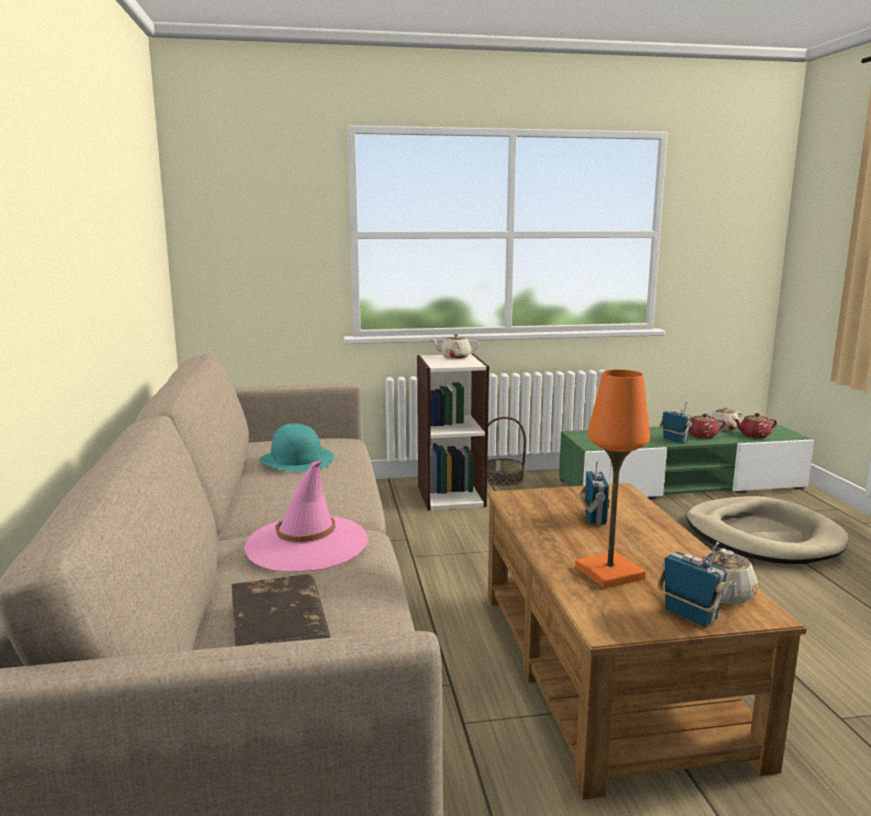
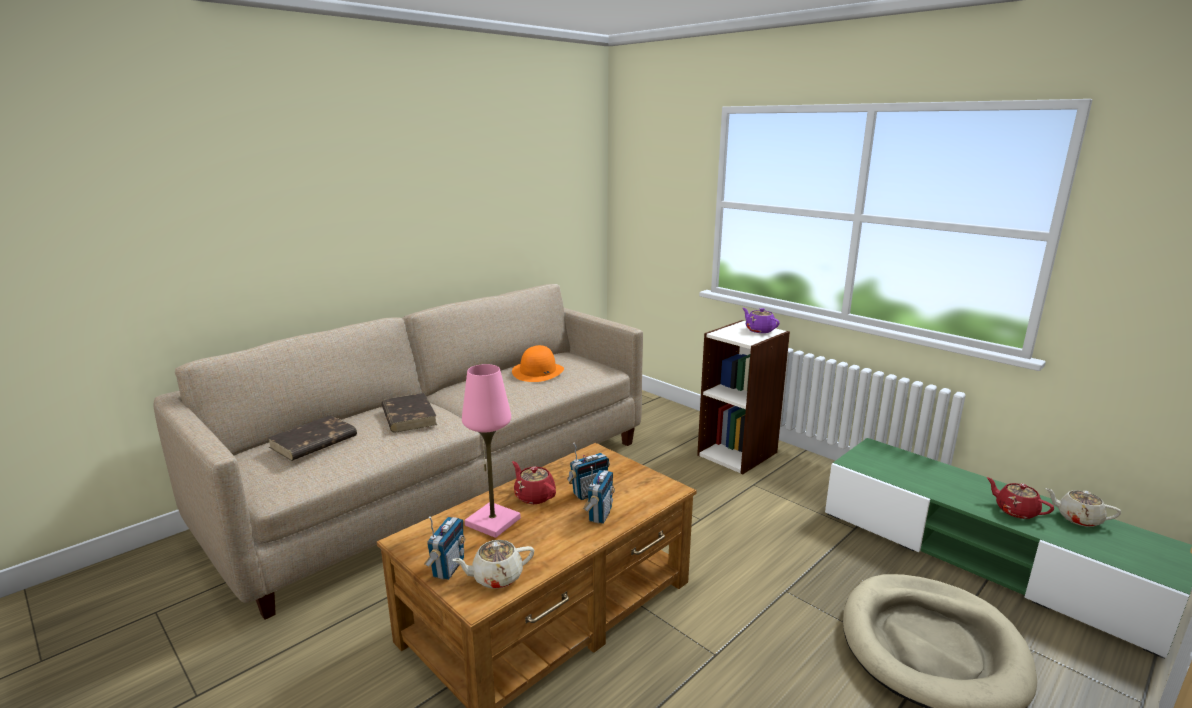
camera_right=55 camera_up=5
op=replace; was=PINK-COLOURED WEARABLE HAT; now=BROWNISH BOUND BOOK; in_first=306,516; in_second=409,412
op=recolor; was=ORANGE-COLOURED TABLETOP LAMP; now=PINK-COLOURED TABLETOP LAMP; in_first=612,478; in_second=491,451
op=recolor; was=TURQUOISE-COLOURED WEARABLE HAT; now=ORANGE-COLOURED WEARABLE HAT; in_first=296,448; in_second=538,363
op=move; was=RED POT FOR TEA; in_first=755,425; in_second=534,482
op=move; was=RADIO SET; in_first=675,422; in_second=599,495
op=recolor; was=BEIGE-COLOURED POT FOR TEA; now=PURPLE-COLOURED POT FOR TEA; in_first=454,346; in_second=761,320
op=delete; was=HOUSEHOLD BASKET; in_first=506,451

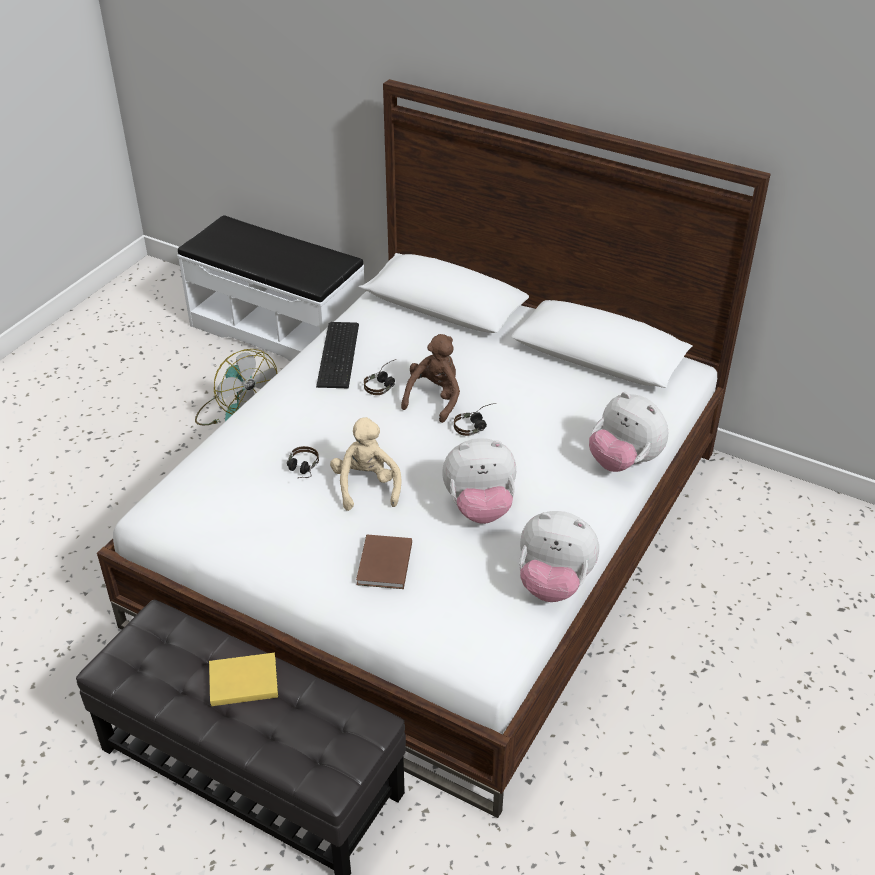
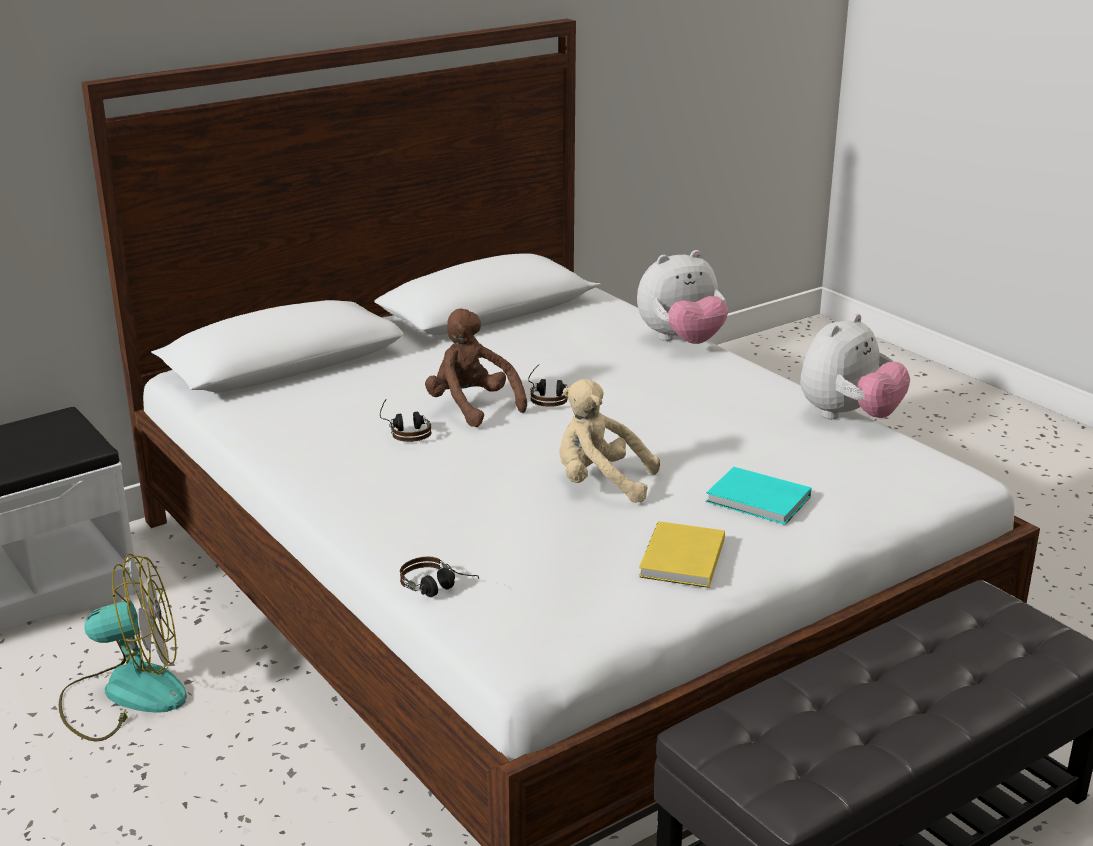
camera_right=-65 camera_up=-15
op=move; was=HEADSET; in_first=303,462; in_second=439,577
op=move; was=YELLOW-COLOURED BOUND BOOK; in_first=243,679; in_second=682,554
op=recolor; was=BROWNISH BOUND BOOK; now=TURQUOISE-COLOURED BOUND BOOK; in_first=384,561; in_second=758,496
op=delete; was=KEYBOARD; in_first=337,355
op=delete; was=CUDDLY TOY; in_first=479,481

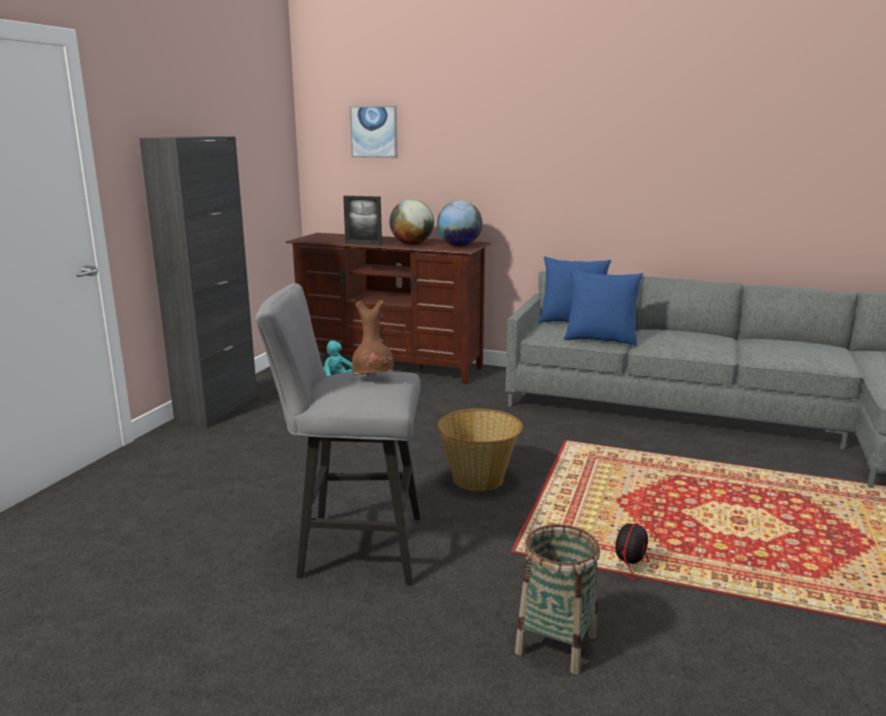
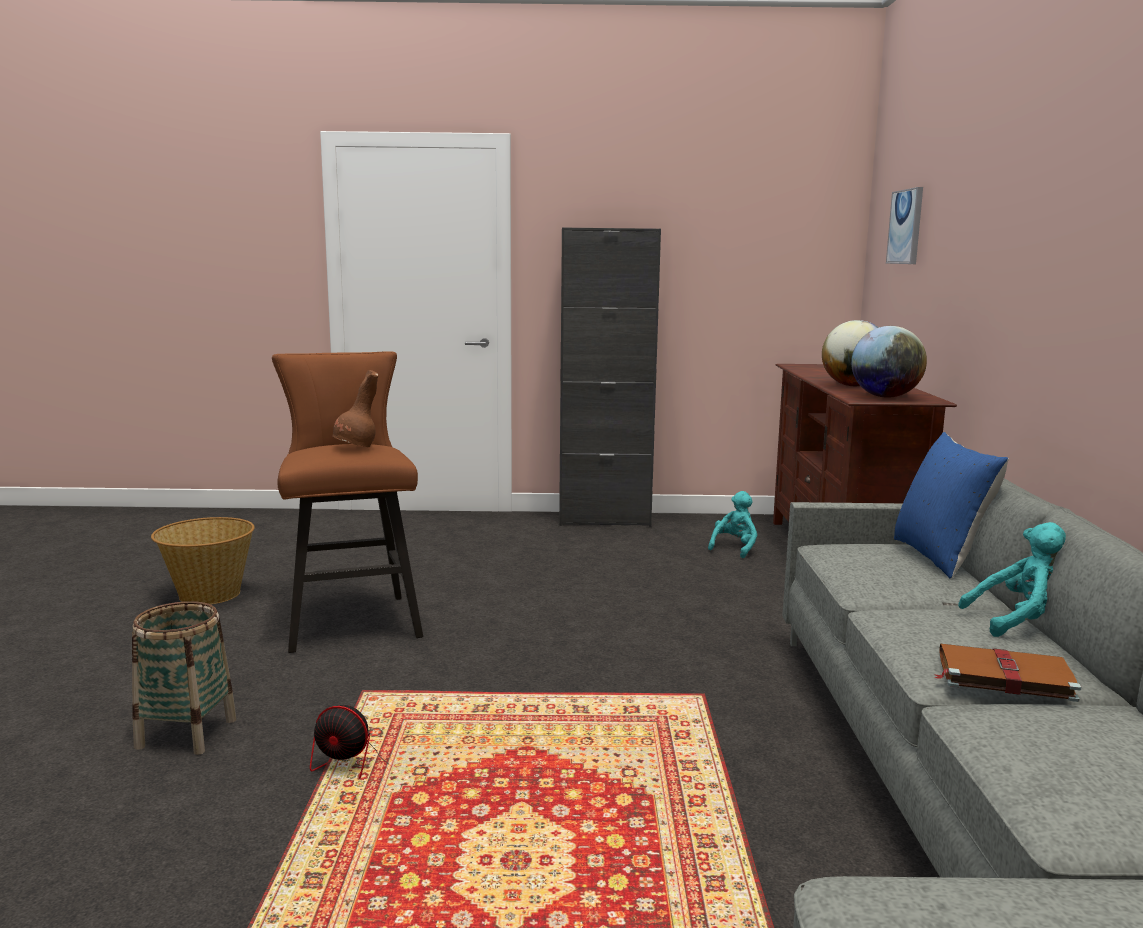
camera_right=70 camera_up=-5
op=move; was=HOUSEHOLD BASKET; in_first=480,450; in_second=203,560
op=recolor; was=GRAY SITTING STOOL; now=BROWNISH SITTING STOOL; in_first=338,434; in_second=347,502
op=insert; now=BROWNISH BOUND BOOK; in_second=1007,673
op=insert; now=TURQUOISE-COLOURED CUDDLY TOY; in_second=1012,579
op=delete; was=PICTURE FRAME; in_first=362,220
op=delete; was=BLUISH THROW PILLOW; in_first=603,307

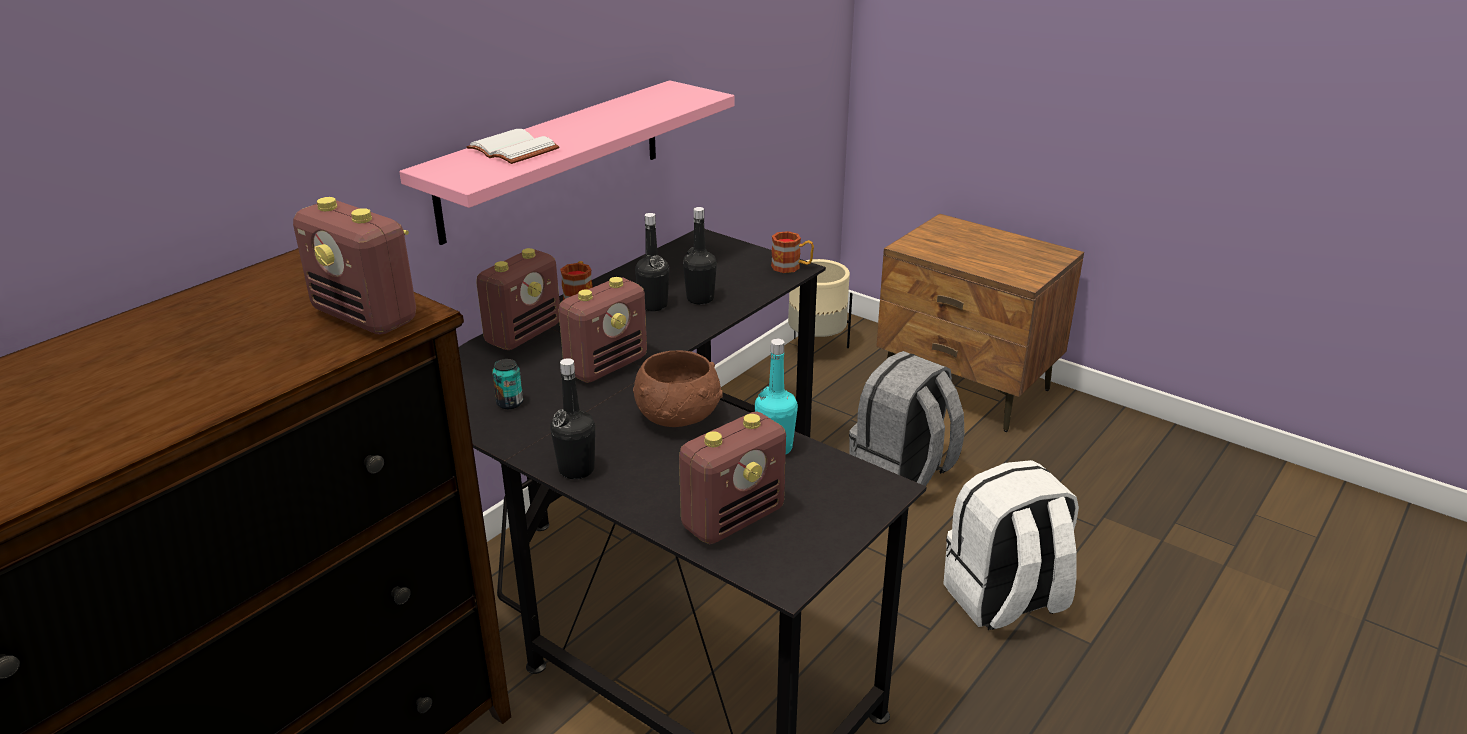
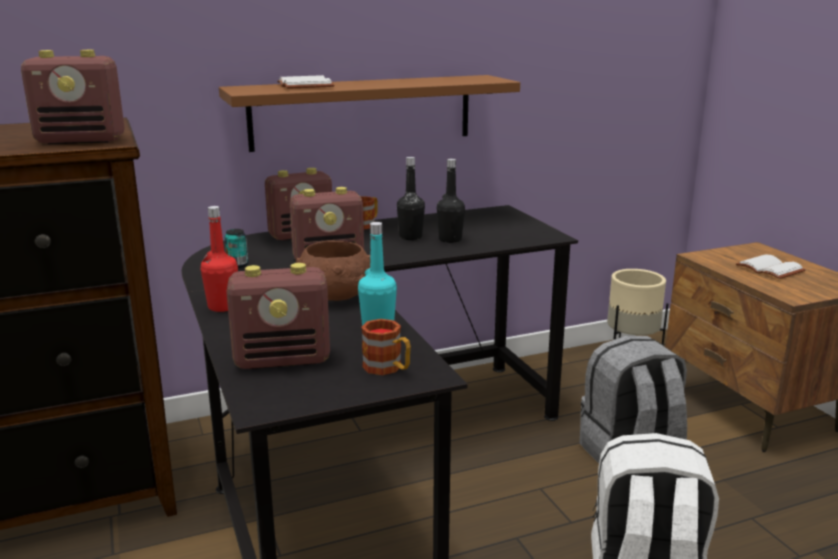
camera_right=30 camera_up=-10
op=rotate; was=RADIO SET; in_first=354,266; in_second=73,97; clockwise=-75
op=recolor; was=BLACK BEVERAGE BOTTLE; now=RED BEVERAGE BOTTLE; in_first=573,418; in_second=219,259
op=recolor; was=PINK-COLOURED WALL SHELF; now=BROWNISH WALL SHELF; in_first=566,162; in_second=369,113
op=move; was=MUG; in_first=792,252; in_second=386,347
op=insert; now=WHITE BOUND BOOK; in_second=771,266

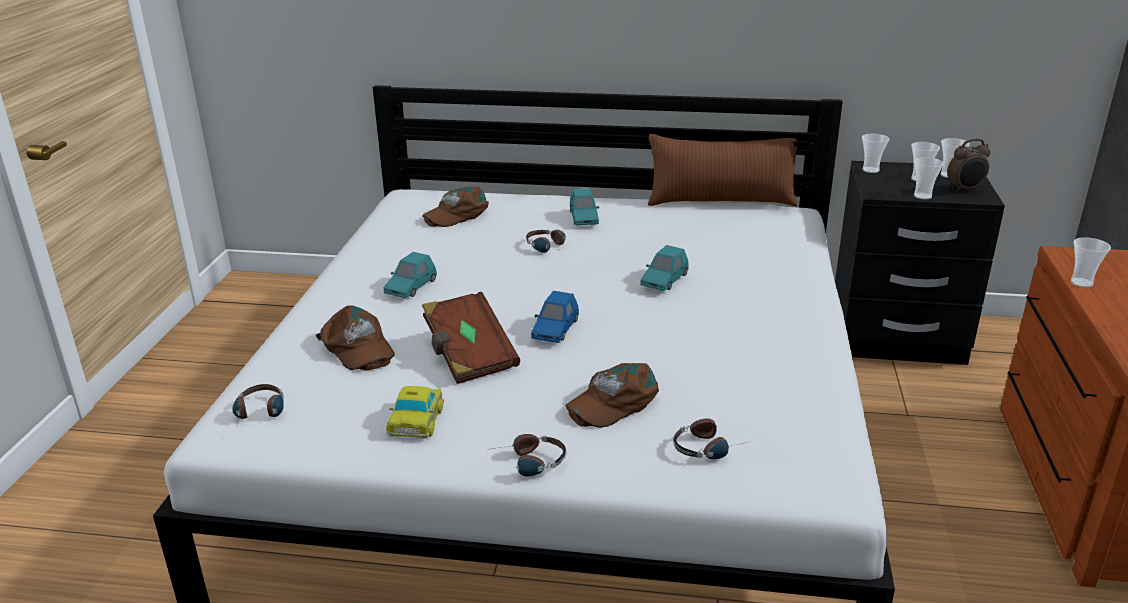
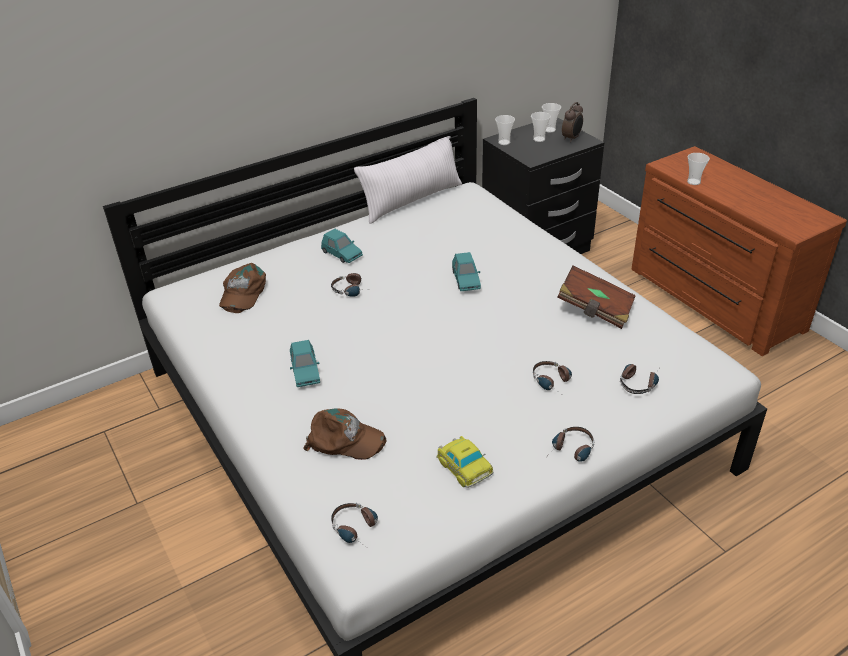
camera_right=-40 camera_up=10
op=recolor; was=BROWNISH THROW PILLOW; now=WHITE THROW PILLOW; in_first=722,170; in_second=408,180
op=replace; was=BROWNISH BASEBALL CAP; now=HEADSET; in_first=612,395; in_second=552,375
op=move; was=BROWNISH BOUND BOOK; in_first=471,338; in_second=596,297
op=delete; was=BLUISH TOY CAR; in_first=555,317
op=delete; was=SMALL CUP; in_first=929,178

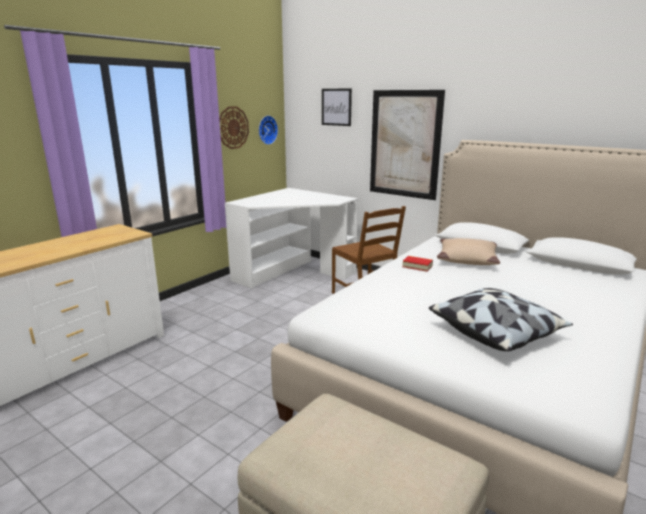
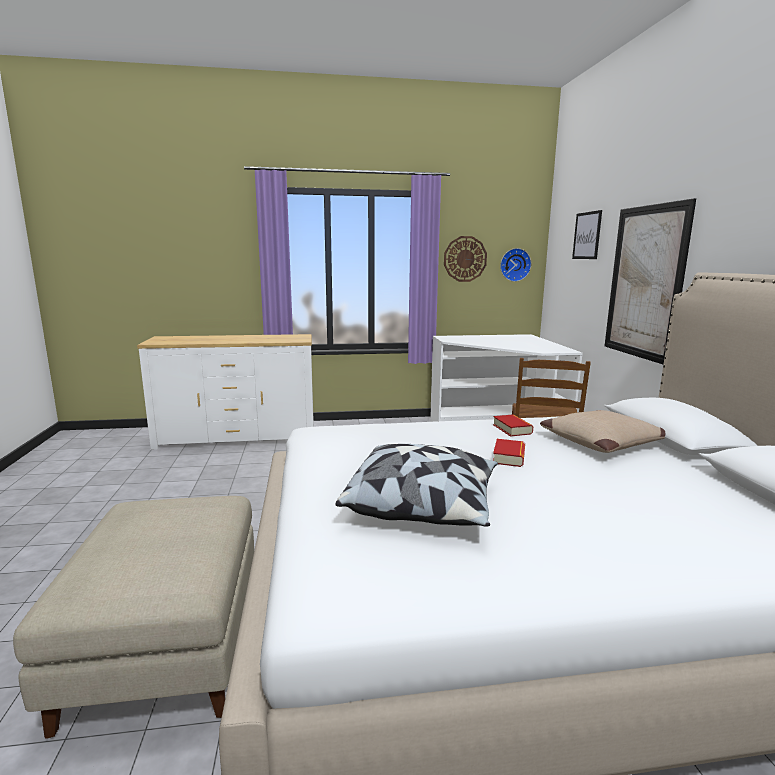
camera_right=45 camera_up=-5
op=insert; now=BOUND BOOK; in_second=509,453

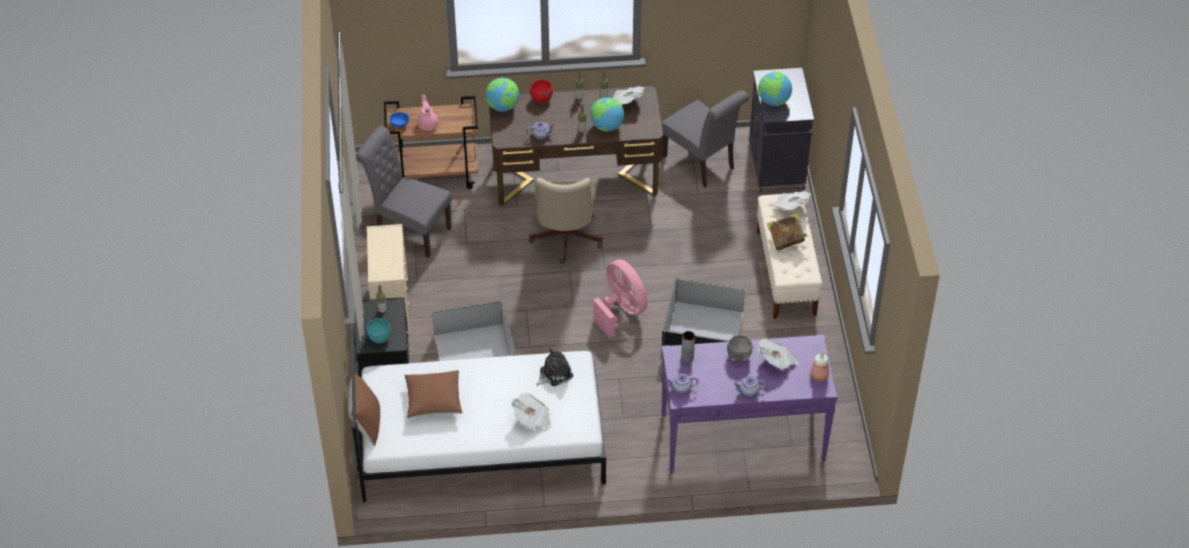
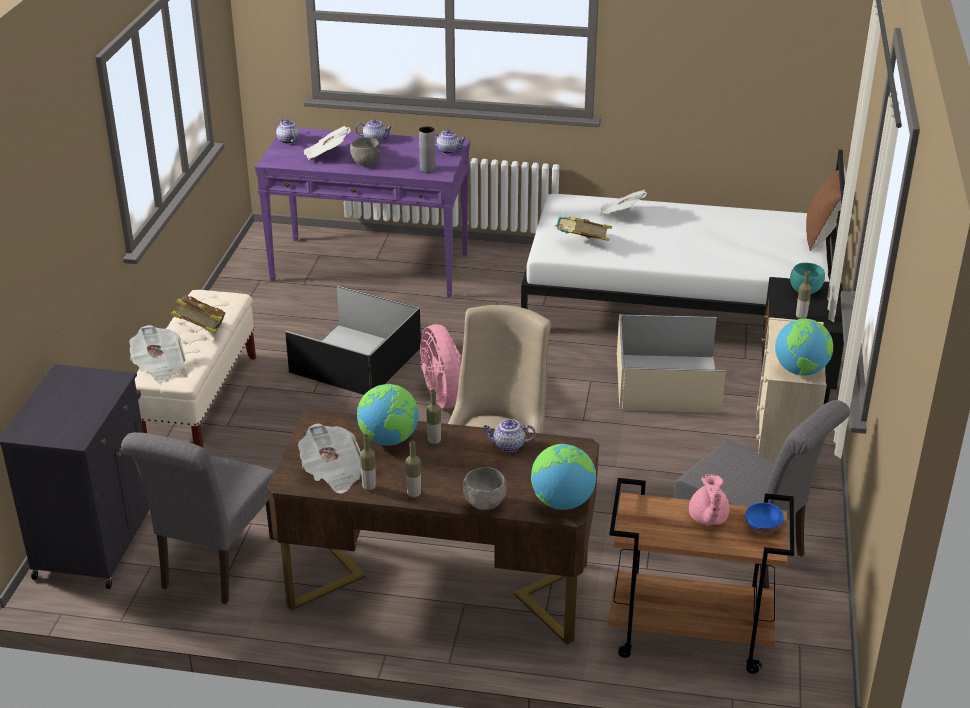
camera_right=-165 camera_up=-15
op=rotate; was=GRAY PLAIN CHAIR; in_first=705,138; in_second=198,518; clockwise=-135
op=replace; was=BEVERAGE BOTTLE; now=POT FOR TEA; in_first=819,365; in_second=288,131
op=recolor; was=RED SERVING BOWL; now=GRAY SERVING BOWL; in_first=541,91; in_second=485,488
op=replace; was=CUDDLY TOY; now=BOUND BOOK; in_first=554,367; in_second=583,229
op=move; was=WORLD GLOBE; in_first=775,89; in_second=804,347
op=delete; was=BROWNISH THROW PILLOW; in_first=433,394

